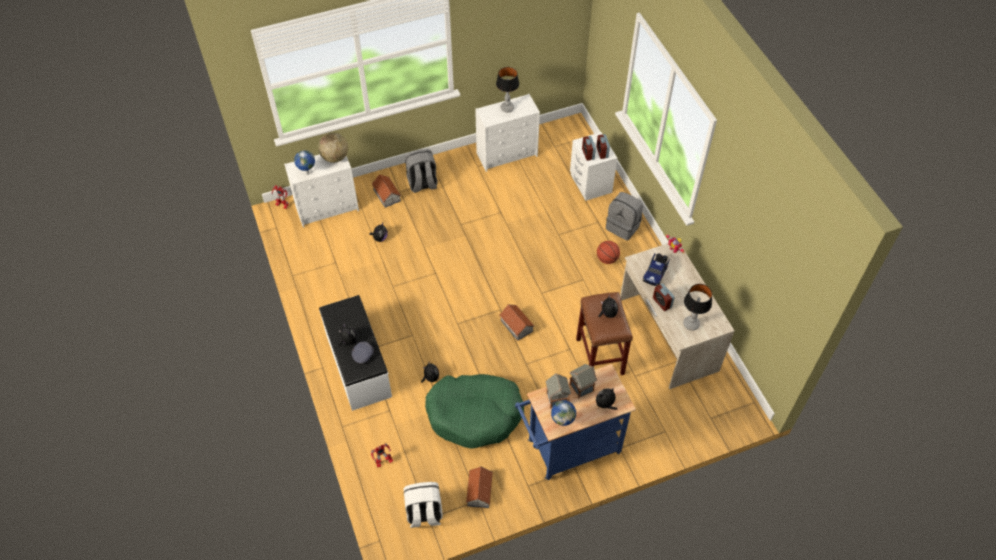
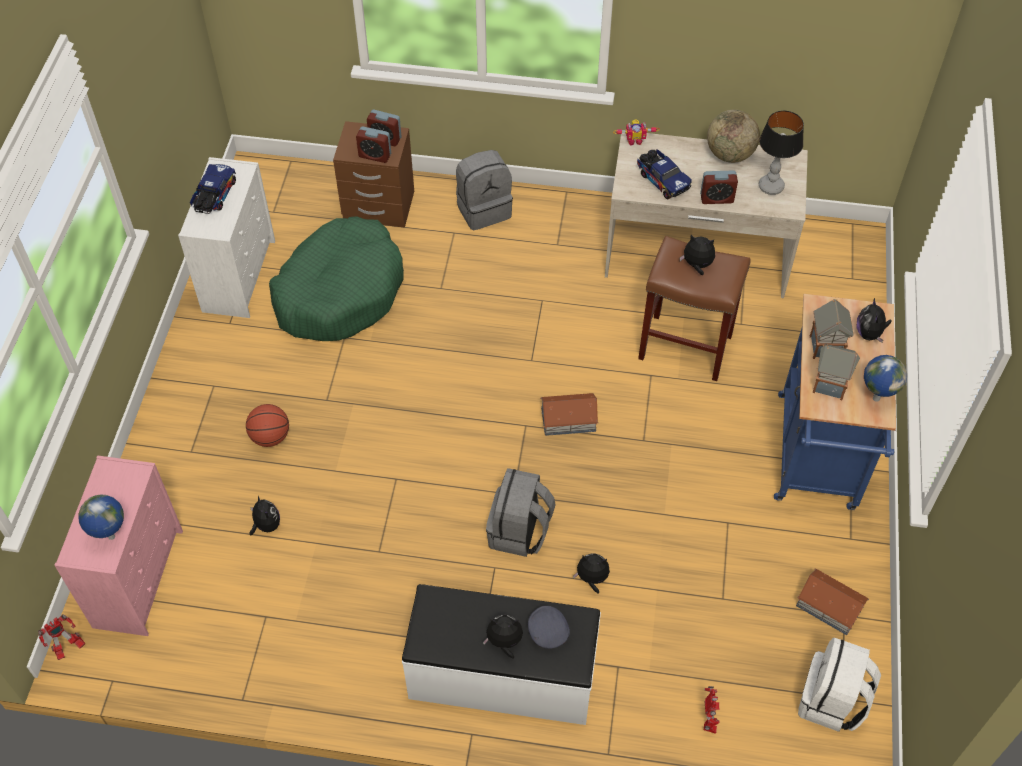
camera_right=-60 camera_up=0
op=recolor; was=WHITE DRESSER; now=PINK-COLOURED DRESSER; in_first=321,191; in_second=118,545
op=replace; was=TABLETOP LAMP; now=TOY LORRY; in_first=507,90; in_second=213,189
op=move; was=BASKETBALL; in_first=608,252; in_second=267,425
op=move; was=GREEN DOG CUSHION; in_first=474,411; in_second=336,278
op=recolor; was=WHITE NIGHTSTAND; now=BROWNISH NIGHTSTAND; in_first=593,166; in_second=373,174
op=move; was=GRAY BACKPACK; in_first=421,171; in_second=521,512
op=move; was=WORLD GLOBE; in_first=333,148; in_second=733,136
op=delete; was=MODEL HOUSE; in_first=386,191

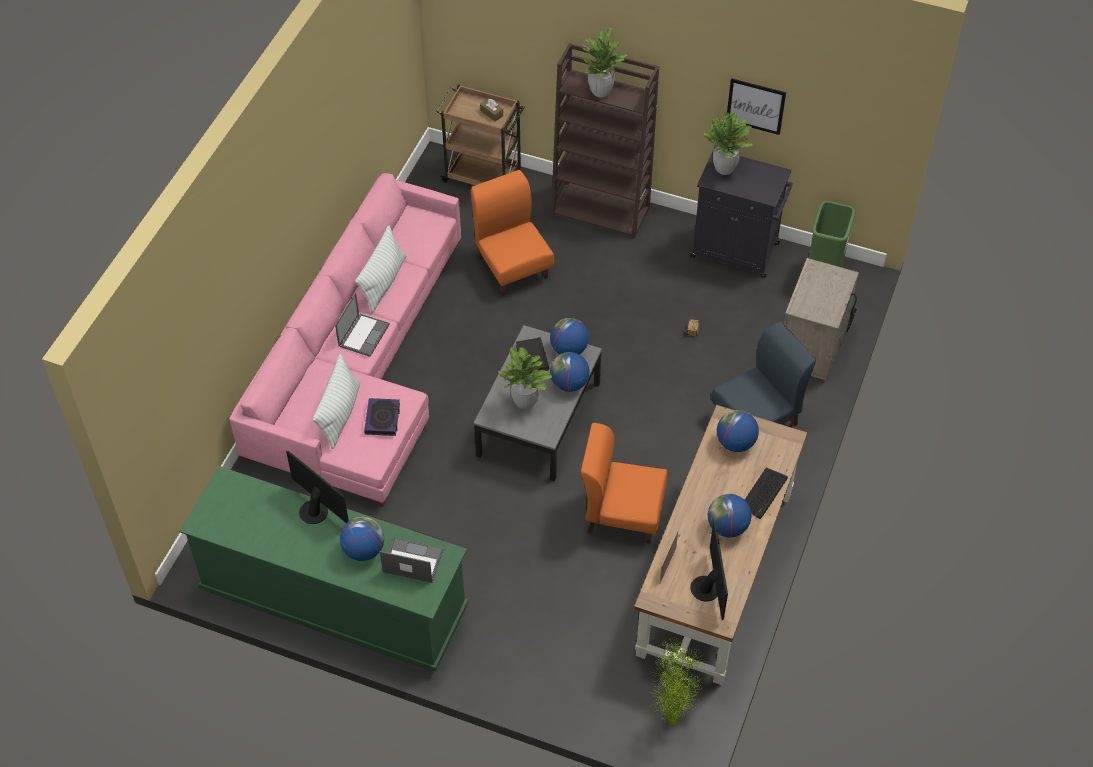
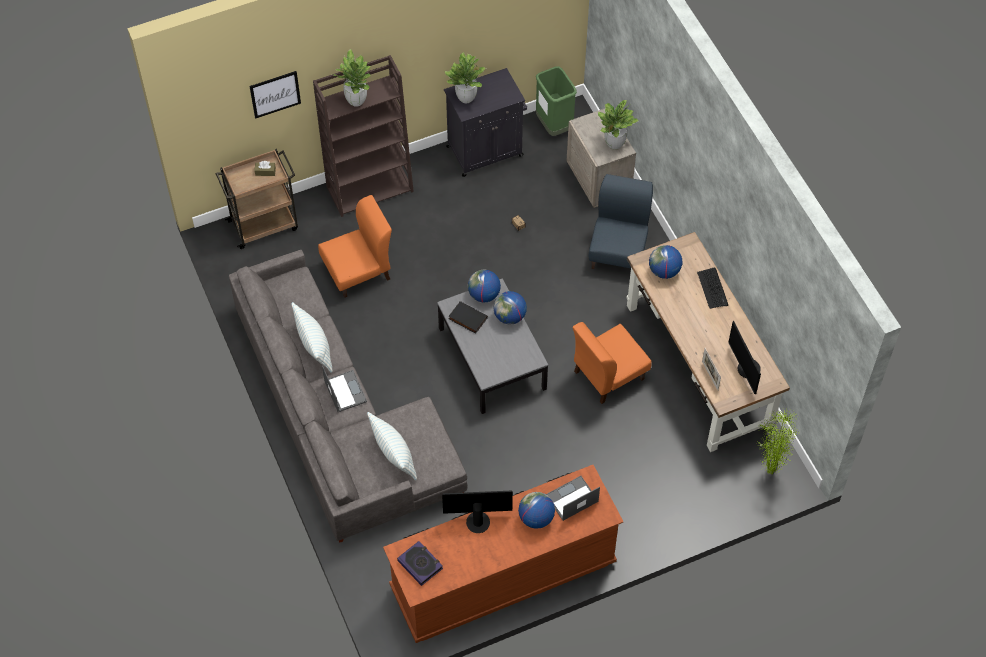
camera_right=-45 camera_up=5
op=recolor; was=PINK-COLOURED SETTEE; now=GRAY SETTEE; in_first=345,340; in_second=348,396
op=move; was=PICTURE; in_first=756,106; in_second=275,95
op=rotate; was=ORANGE-COLOURED PLAIN CHAIR; in_first=512,233; in_second=355,246; clockwise=135
op=recolor; was=GREEN DRESSER; now=BROWNISH DRESSER; in_first=323,568; in_second=503,554
op=move; was=BOUND BOOK; in_first=382,417; in_second=420,563
op=move; was=PLANT IN A POT; in_first=525,378; in_second=618,125
op=rotate; was=MONITOR; in_first=709,570; in_second=744,357; clockwise=-150
op=delete; was=WORLD GLOBE; in_first=729,515

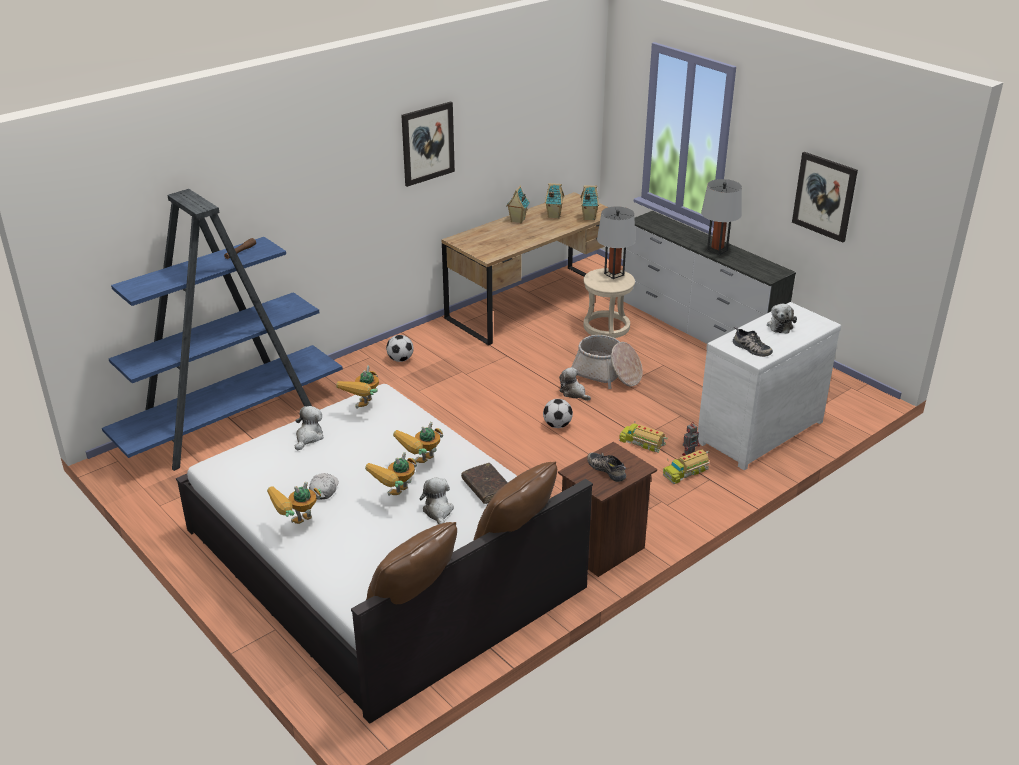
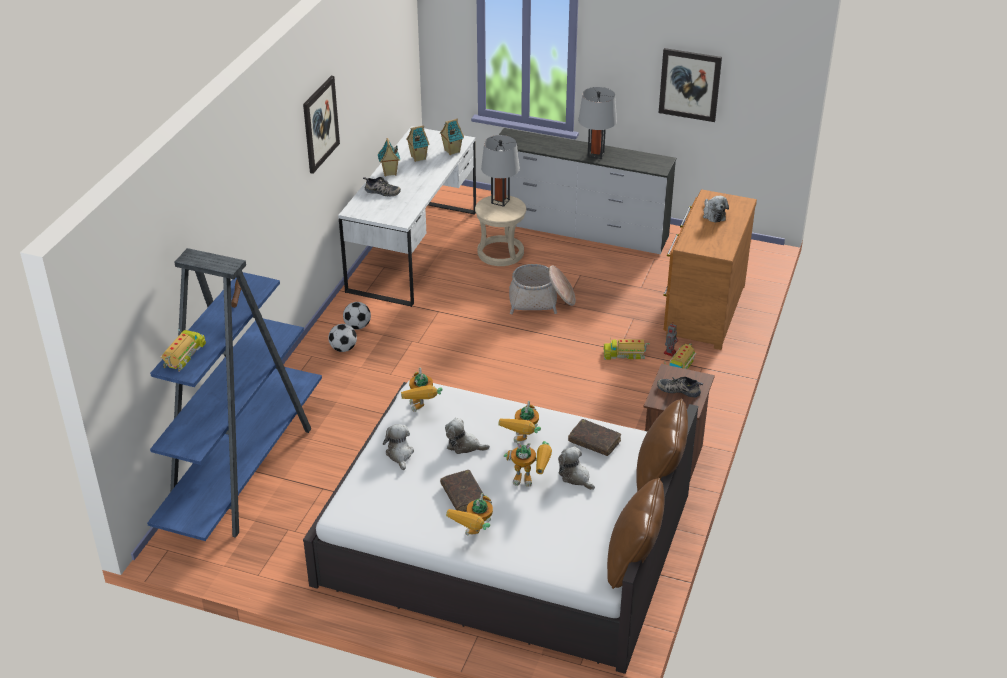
camera_right=-30 camera_up=5
op=insert; now=TOY LORRY; in_second=183,350
op=recolor; was=BROWNISH DESK UNIT; now=WHITE DESK UNIT; in_first=525,268; in_second=407,216
op=move; was=BALL FOR FOOTBALL; in_first=558,413; in_second=357,315
op=move; was=ITEM OF FOOTWEAR; in_first=753,342; in_second=382,186
op=replace; was=WHITE BASEBALL CAP; now=BROWNISH BOUND BOOK; in_first=324,486; in_second=462,491
op=move; was=CUDDLY TOY; in_first=575,384; in_second=467,436
op=rotate; was=TOY ROBOT; in_first=391,474; in_second=528,464; clockwise=-90
op=recolor; was=WHITE DRESSER; now=BROWNISH DRESSER; in_first=769,386; in_second=710,269

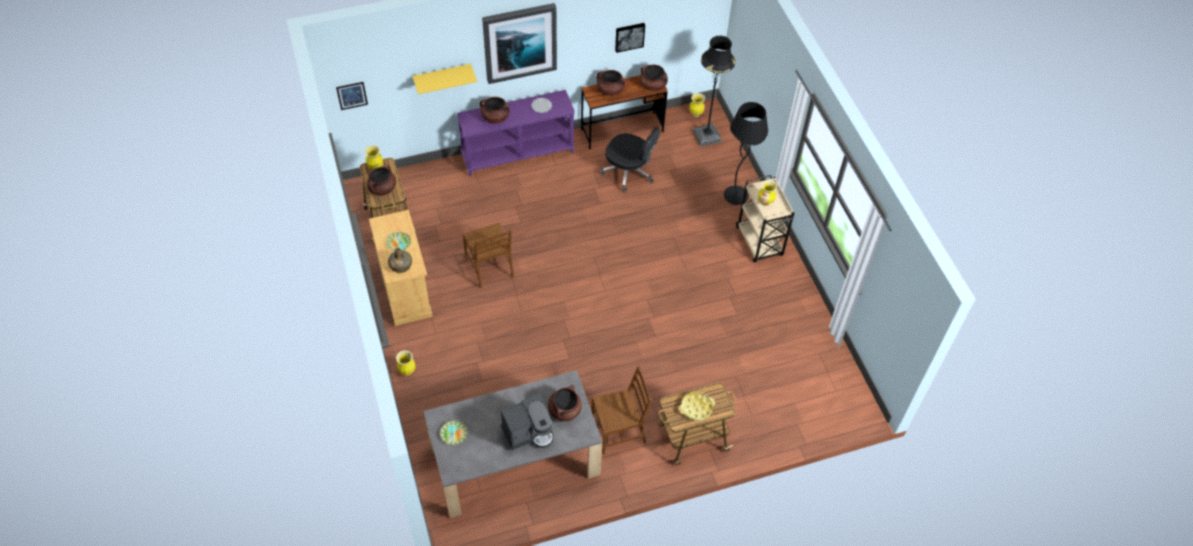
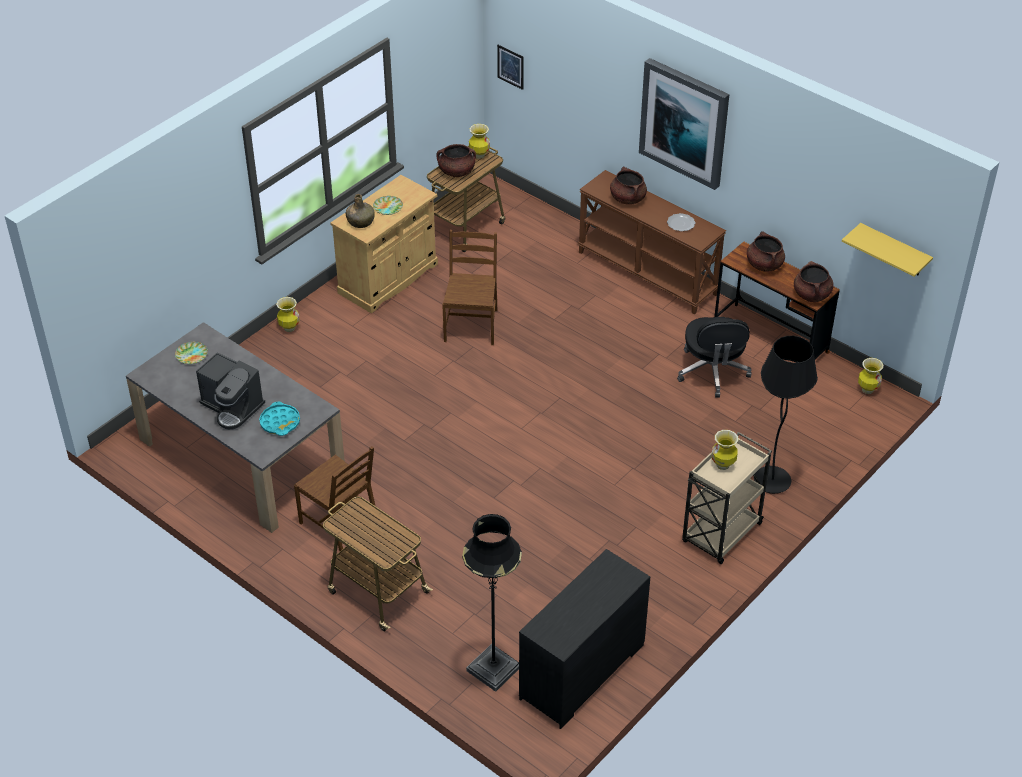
camera_right=60 camera_up=-10
op=replace; was=BROWNISH COOKING POT; now=TURQUOISE-COLOURED CARRYING TRAY; in_first=565,403; in_second=279,419
op=rotate; was=BROWNISH PLAIN CHAIR; in_first=488,255; in_second=469,287; clockwise=150
op=move; was=BLACK FLOOR LAMP; in_first=714,91; in_second=492,603
op=insert; now=BLACK DRESSER; in_second=584,639
op=recolor; was=PURPLE-COLOURED HALL TABLE; now=BROWNISH HALL TABLE; in_first=516,133; in_second=652,242
op=move; was=YELLOW-COLOURED WALL SHELF; in_first=445,79; in_second=887,250
op=delete; was=PICTURE; in_first=630,38
op=delete; was=YELLOW-COLOURED CARRYING TRAY; in_first=697,406

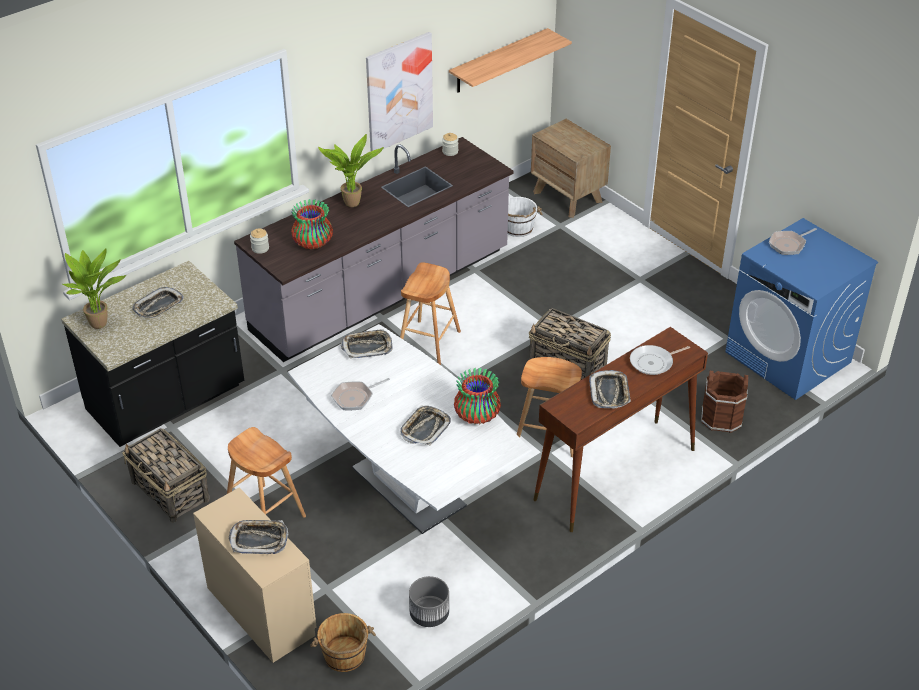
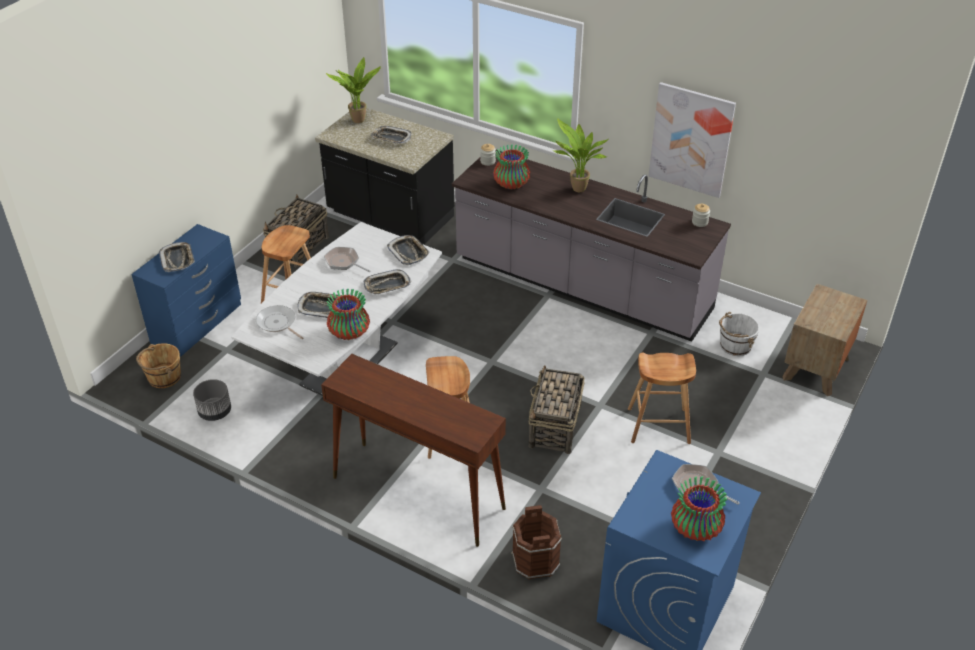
camera_right=70 camera_up=0
op=recolor; was=BEIGE-COLOURED DRESSER; now=BLUISH DRESSER; in_first=254,575; in_second=186,290
op=move; was=FRYING PAN; in_first=660,360; in_second=279,322
op=move; was=CARRYING TRAY; in_first=610,389; in_second=387,282
op=move; was=BROWNISH SITTING STOOL; in_first=430,313; in_second=662,398
op=insert; now=DECORATIVE VASE; in_second=699,509
op=delete; was=WALL SHELF; in_first=510,60

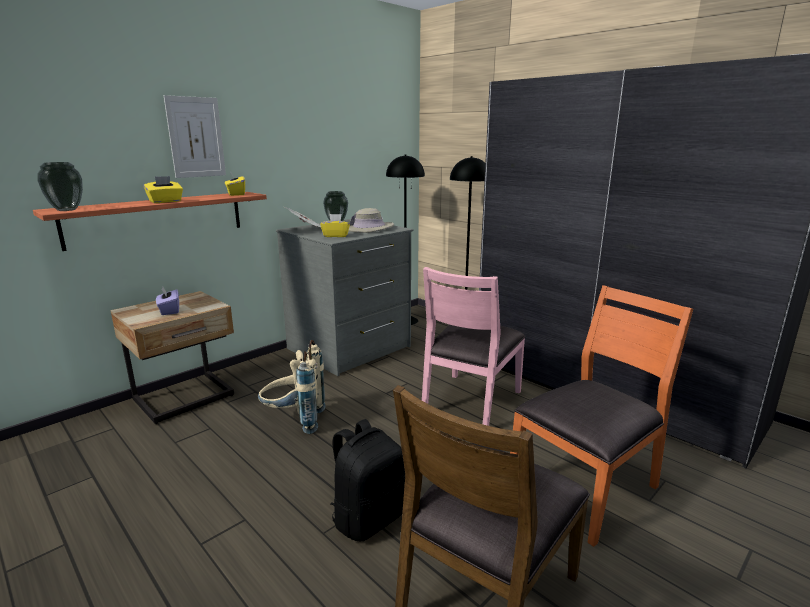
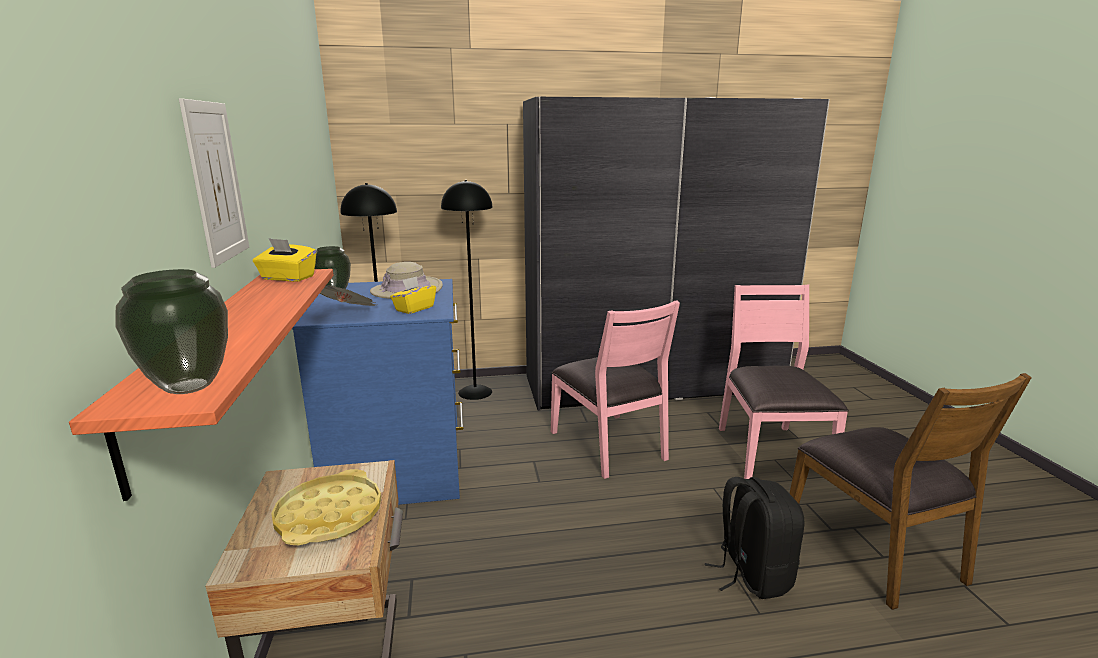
camera_right=-55 camera_up=0
op=replace; was=PURPLE-COLOURED TISSUE HOLDER; now=YELLOW-COLOURED CARRYING TRAY; in_first=167,301; in_second=326,507
op=recolor; was=GRAY DRESSER; now=BLUISH DRESSER; in_first=344,297; in_second=378,392
op=recolor; was=ORANGE-COLOURED PLAIN CHAIR; now=PINK-COLOURED PLAIN CHAIR; in_first=601,416; in_second=784,382
op=delete; was=YELLOW-COLOURED TISSUE HOLDER; in_first=163,189
op=delete; was=BEIGE-COLOURED BACKPACK; in_first=292,387

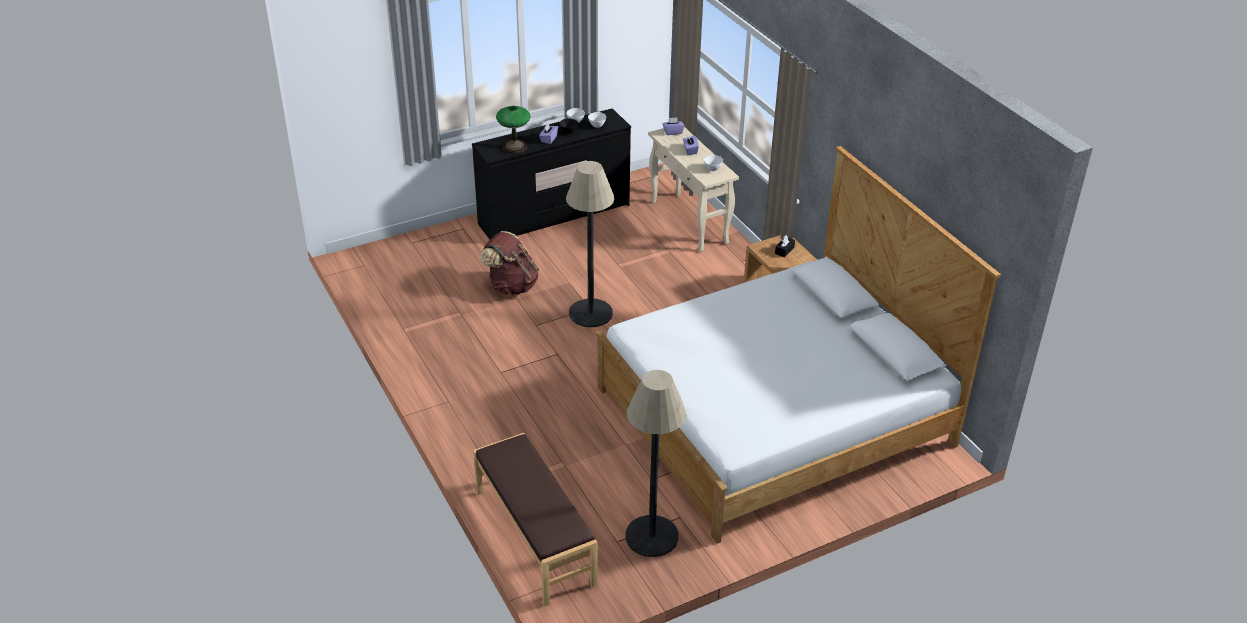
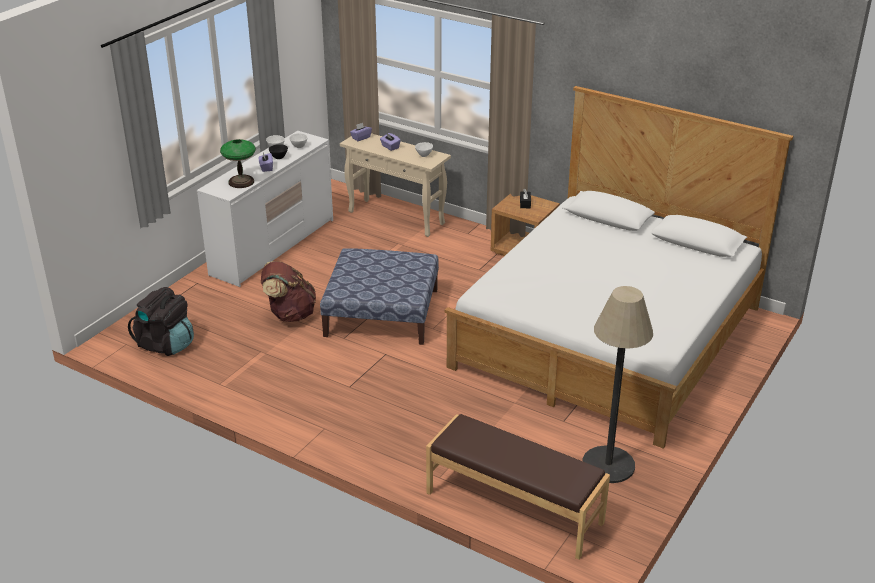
camera_right=-30 camera_up=-5
op=insert; now=BLACK BACKPACK; in_second=161,321
op=recolor; was=BLACK DRESSER; now=WHITE DRESSER; in_first=551,173; in_second=265,209
op=replace; was=FLOOR LAMP; now=FOOTREST; in_first=590,244; in_second=379,296

